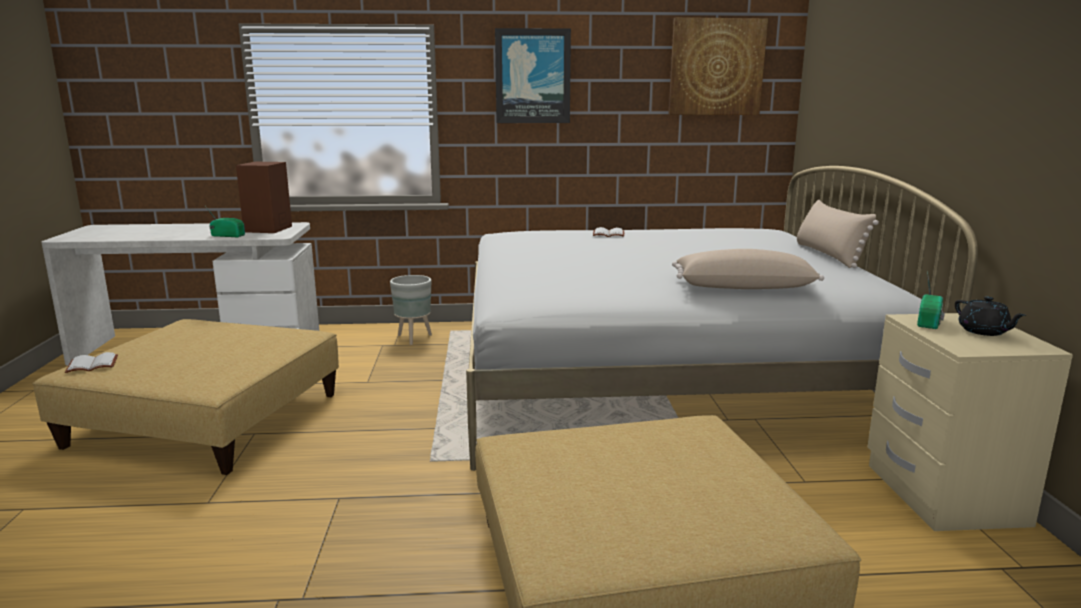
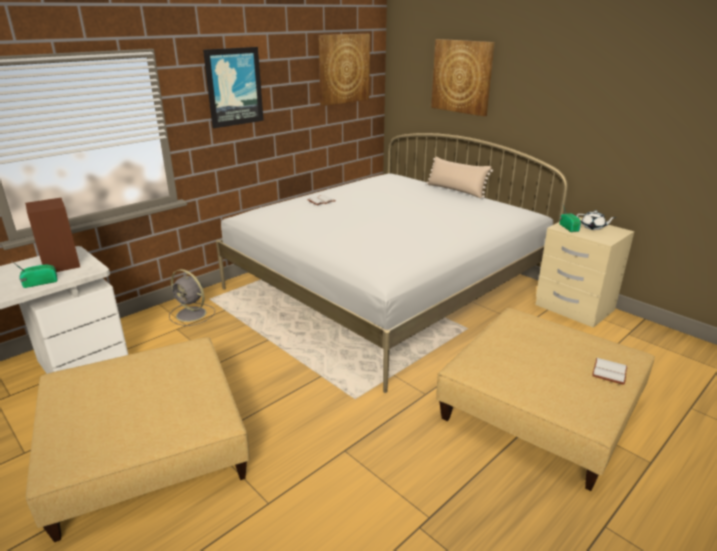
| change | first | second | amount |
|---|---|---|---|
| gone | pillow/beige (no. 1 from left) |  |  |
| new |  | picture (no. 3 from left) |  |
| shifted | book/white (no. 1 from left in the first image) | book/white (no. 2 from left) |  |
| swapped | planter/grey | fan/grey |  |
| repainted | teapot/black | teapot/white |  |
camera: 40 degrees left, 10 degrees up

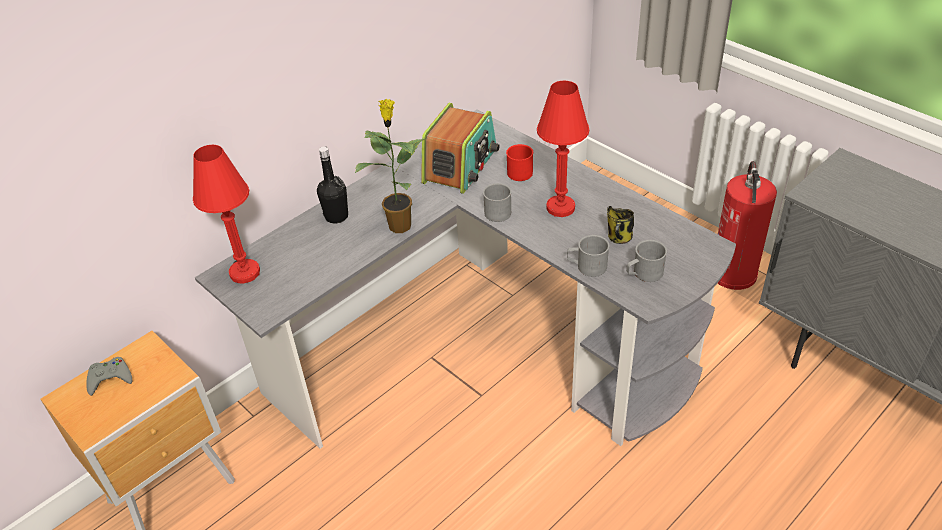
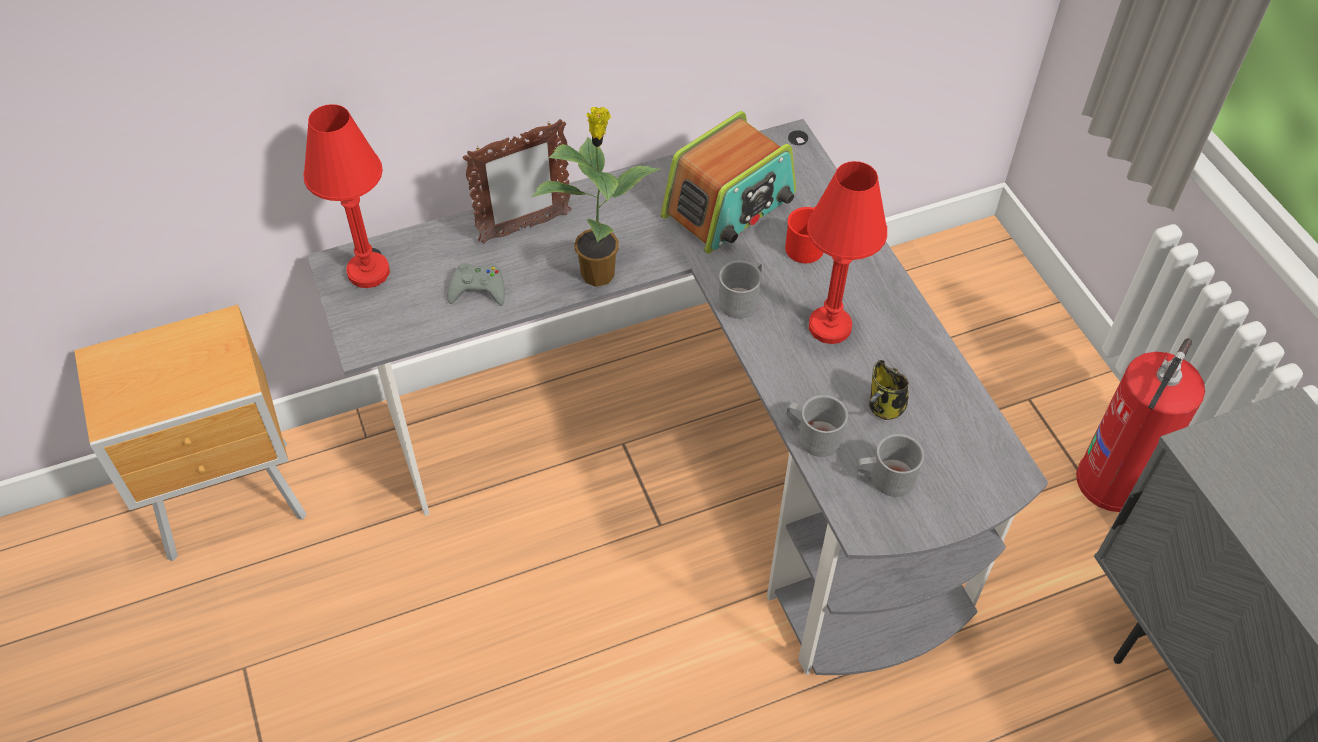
| change | first | second | amount |
|---|---|---|---|
| shifted | game controller/grey |  |  |
| swapped | bottle/black | picture frame |  |
camera: 20 degrees right, 10 degrees up

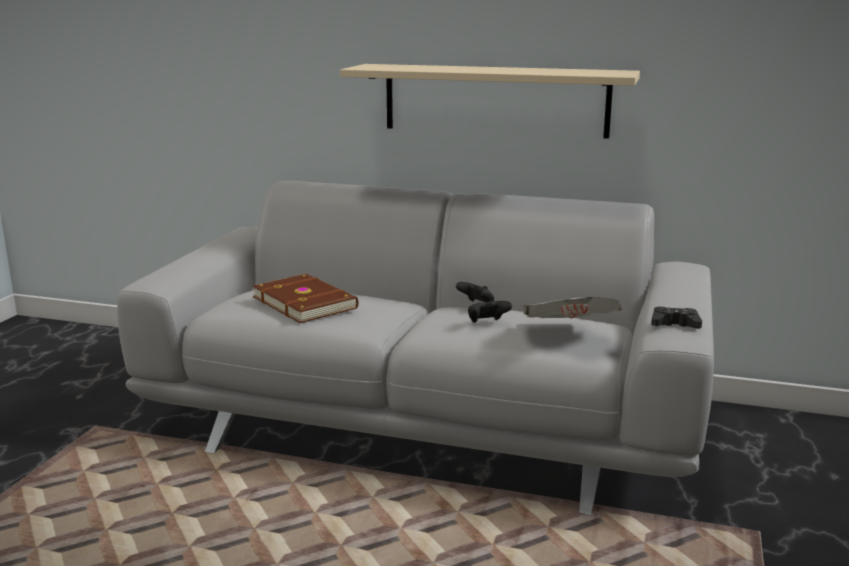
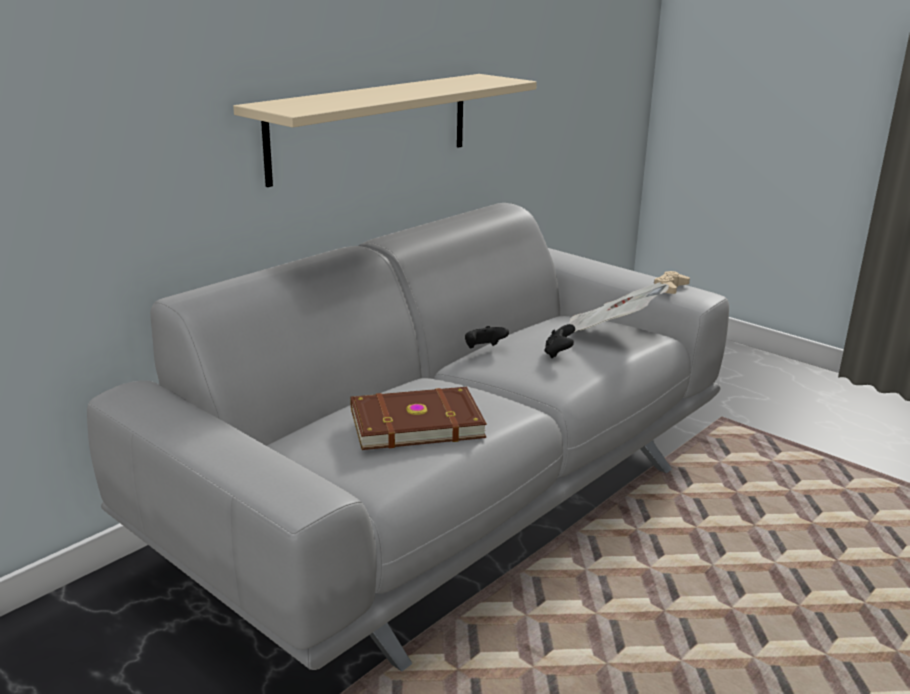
| change | first | second | amount |
|---|---|---|---|
| repainted | game controller/black (no. 3 from left) | game controller/beige |  |
camera: 65 degrees left, 5 degrees up

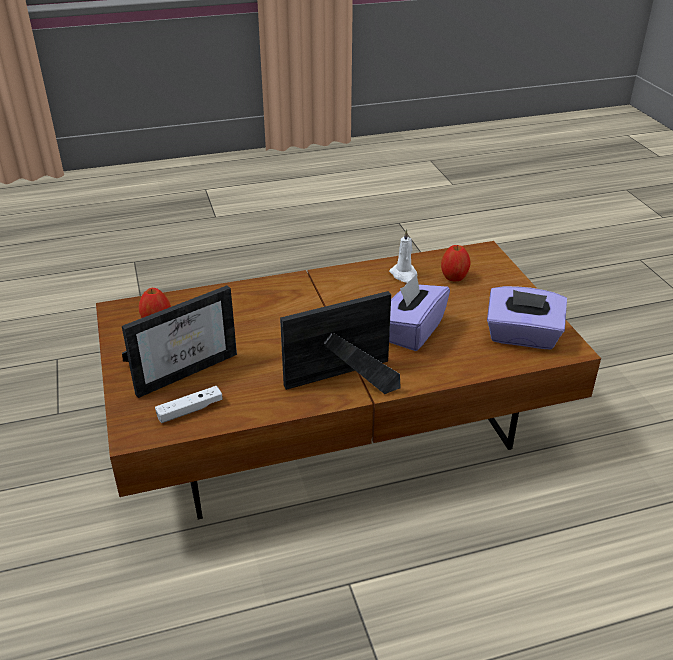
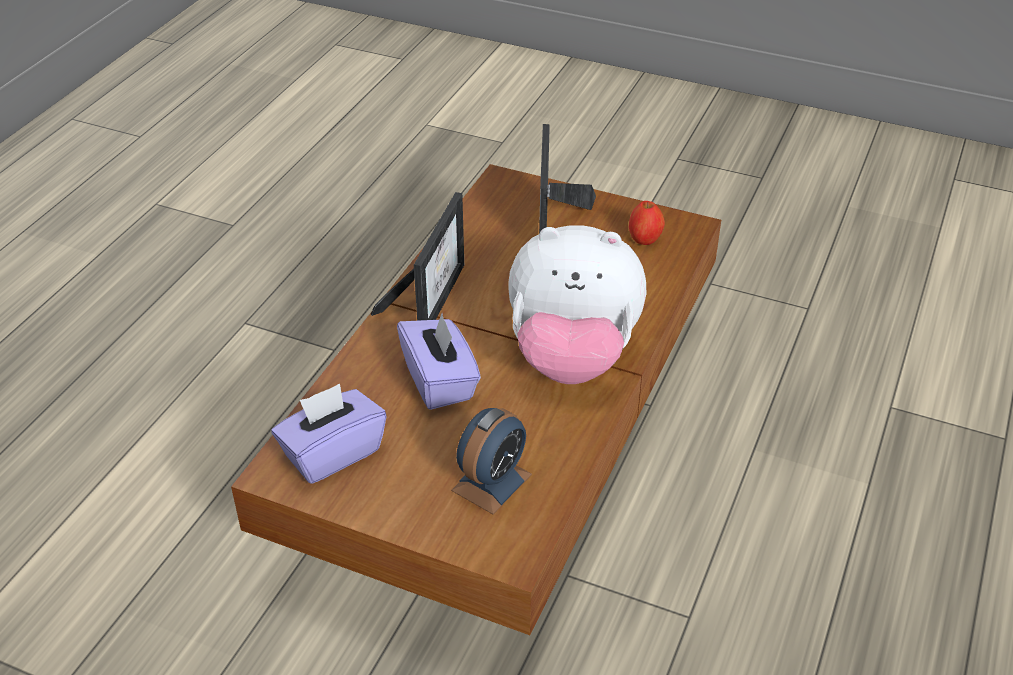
| change | first | second | amount |
|---|---|---|---|
| gone | game controller/white |  |  |
| gone | candle/white |  |  |
| new |  | plush toy |  |
| swapped | apple (no. 2 from left) | alarm clock |  |
camera: 130 degrees right, 5 degrees up

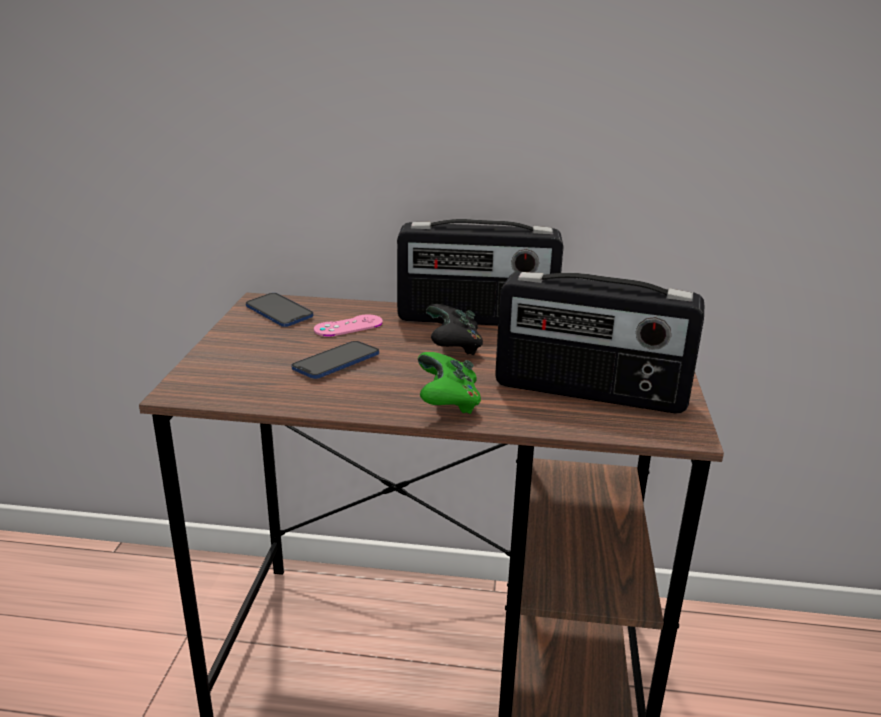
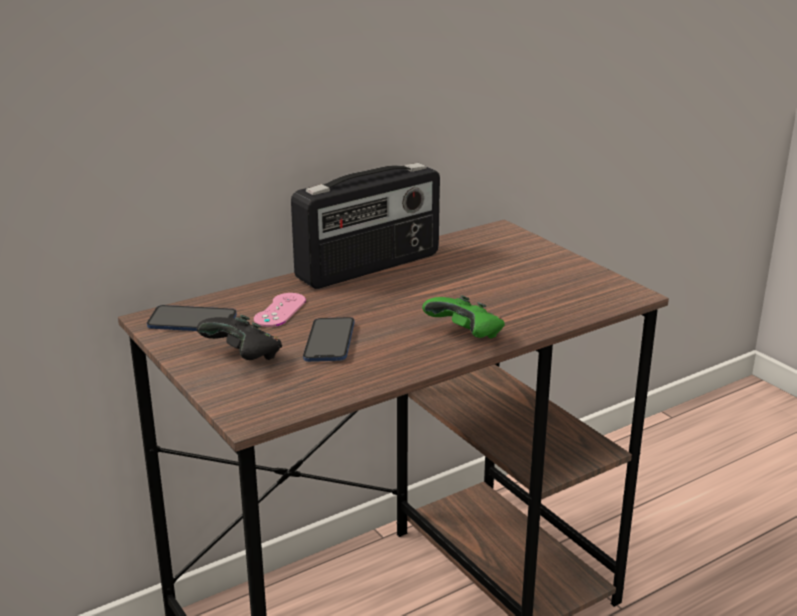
| change | first | second | amount |
|---|---|---|---|
| gone | radio (no. 2 from left) |  |  |
| shifted | game controller/black |  |  |
camera: 40 degrees left, 0 degrees up

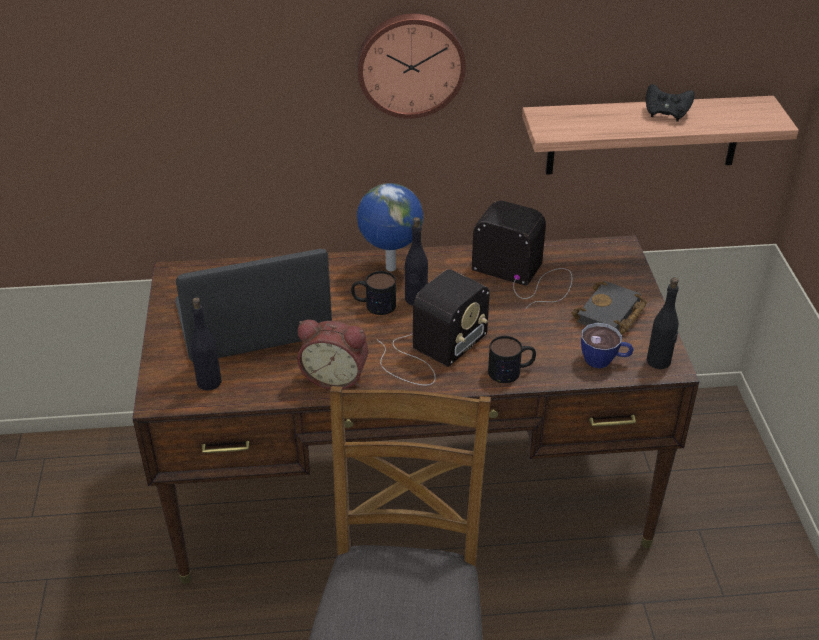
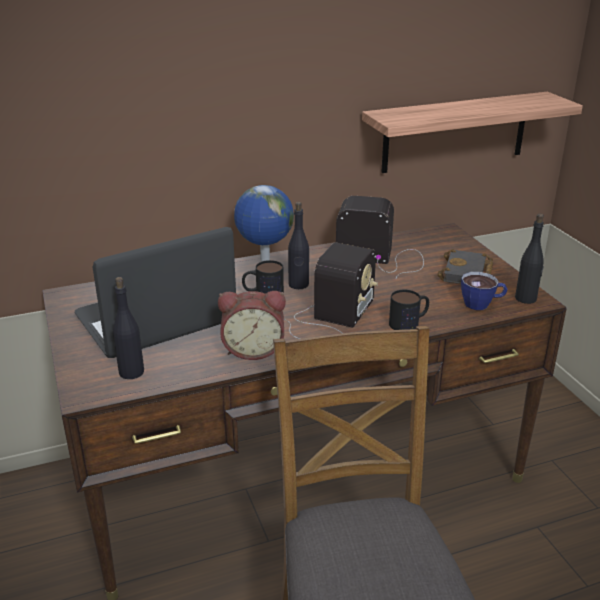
| change | first | second | amount |
|---|---|---|---|
| gone | wall clock |  |  |
| gone | game controller/black |  |  |
camera: 15 degrees left, 10 degrees down

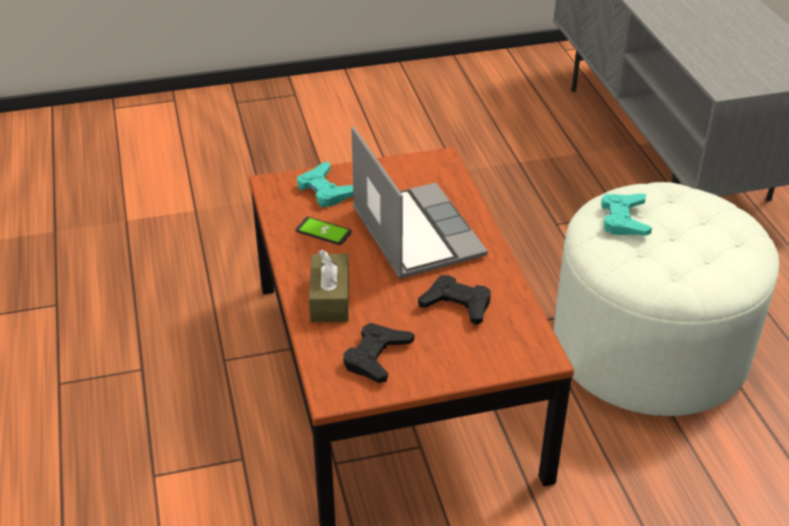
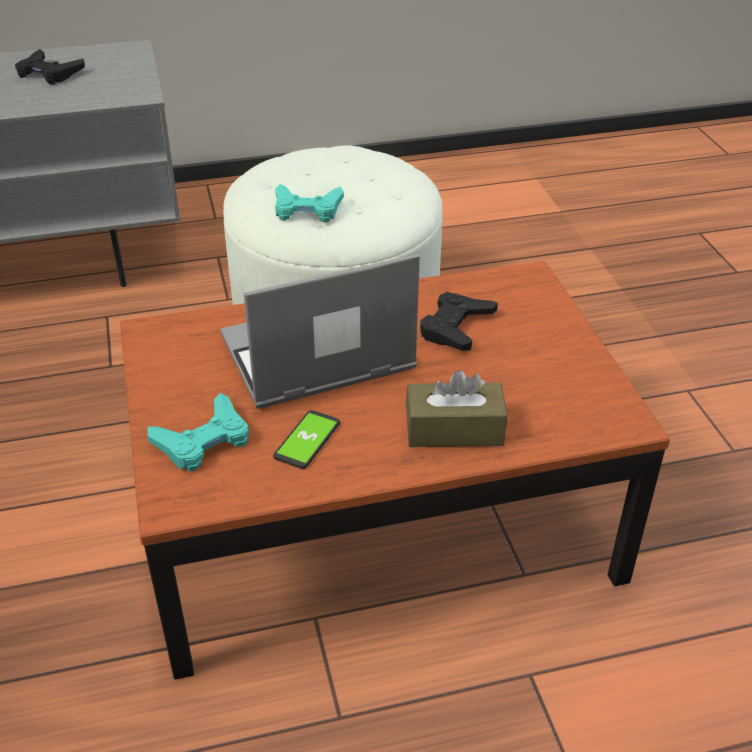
| change | first | second | amount |
|---|---|---|---|
| shifted | game controller/black (no. 1 from left) |  |  |
camera: 90 degrees left, 0 degrees up

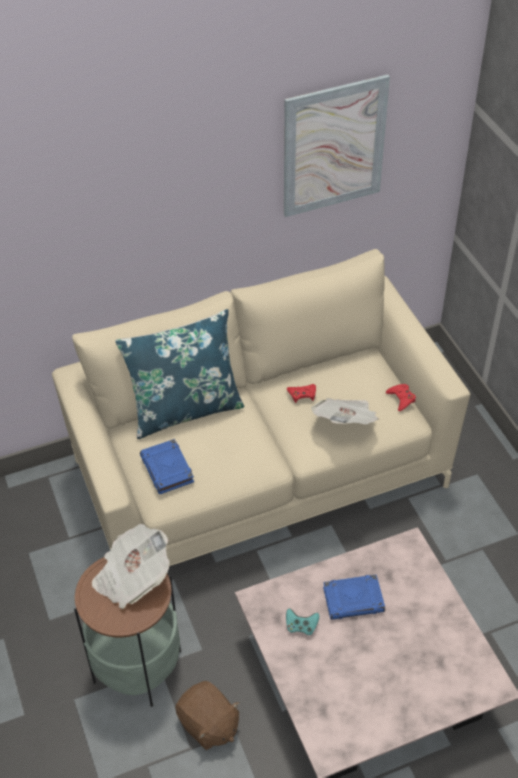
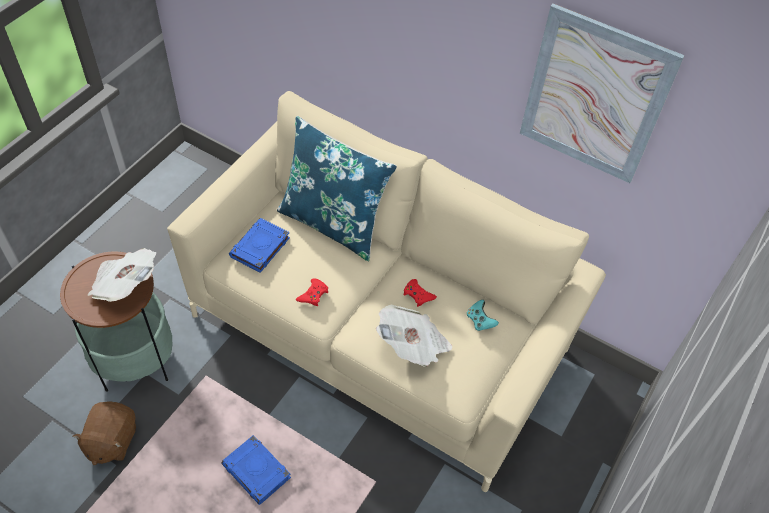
| change | first | second | amount |
|---|---|---|---|
| shifted | game controller/turquoise |  |  |
| shifted | game controller/red (no. 2 from left in the first image) | game controller/red (no. 1 from left) |  |
camera: 50 degrees right, 5 degrees up

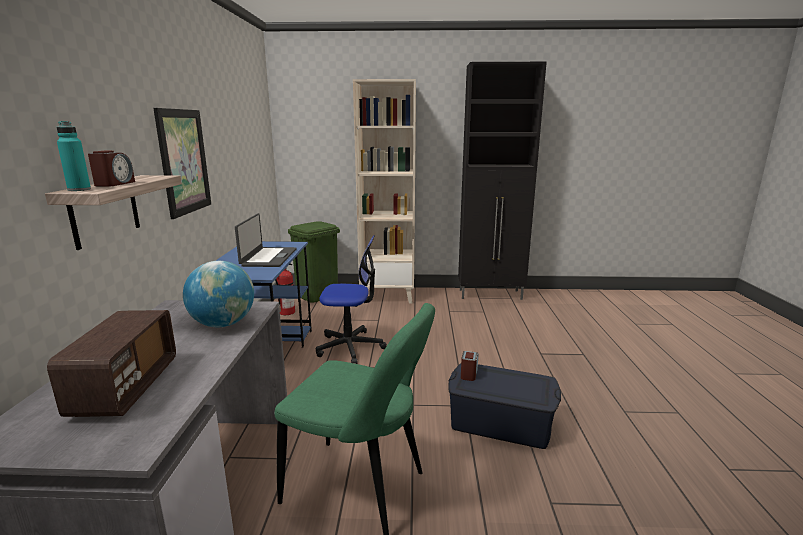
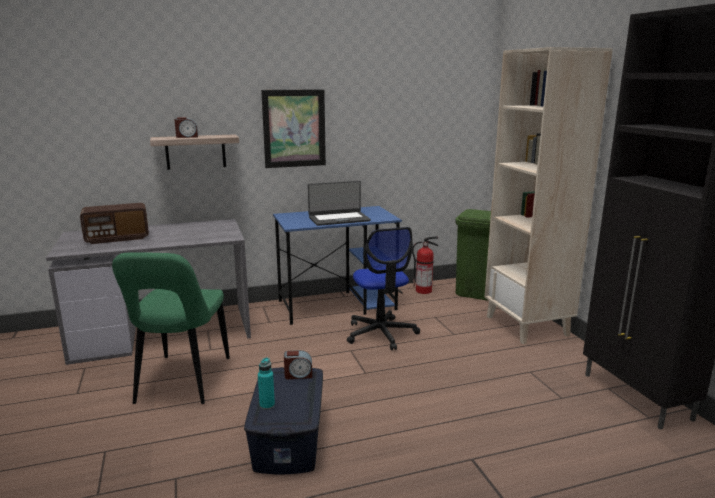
| change | first | second | amount |
|---|---|---|---|
| gone | globe |  |  |
| shifted | bottle/turquoise |  |  |
camera: 70 degrees right, 0 degrees up

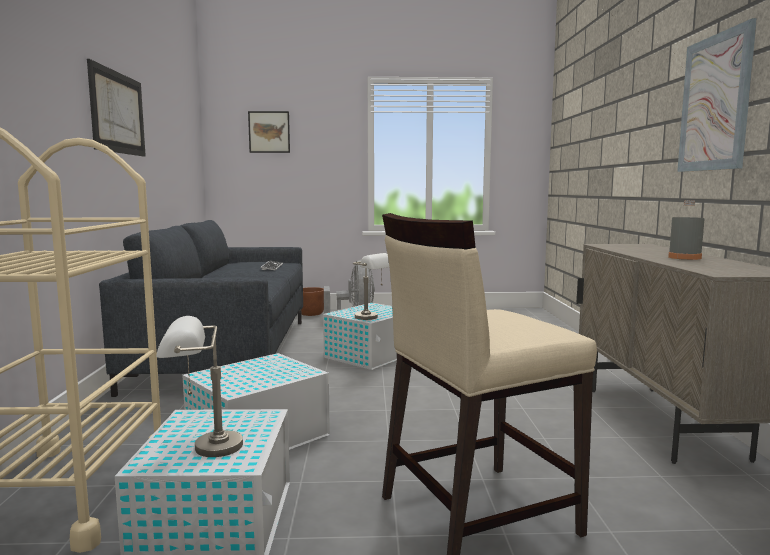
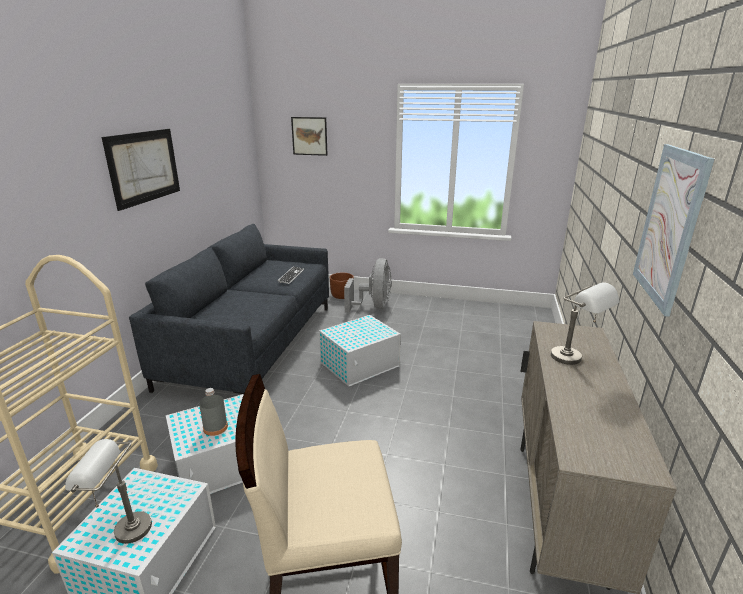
| change | first | second | amount |
|---|---|---|---|
| shifted | table lamp/grey (no. 2 from left) |  |  |
| shifted | bottle/grey |  |  |
camera: 15 degrees right, 15 degrees up

